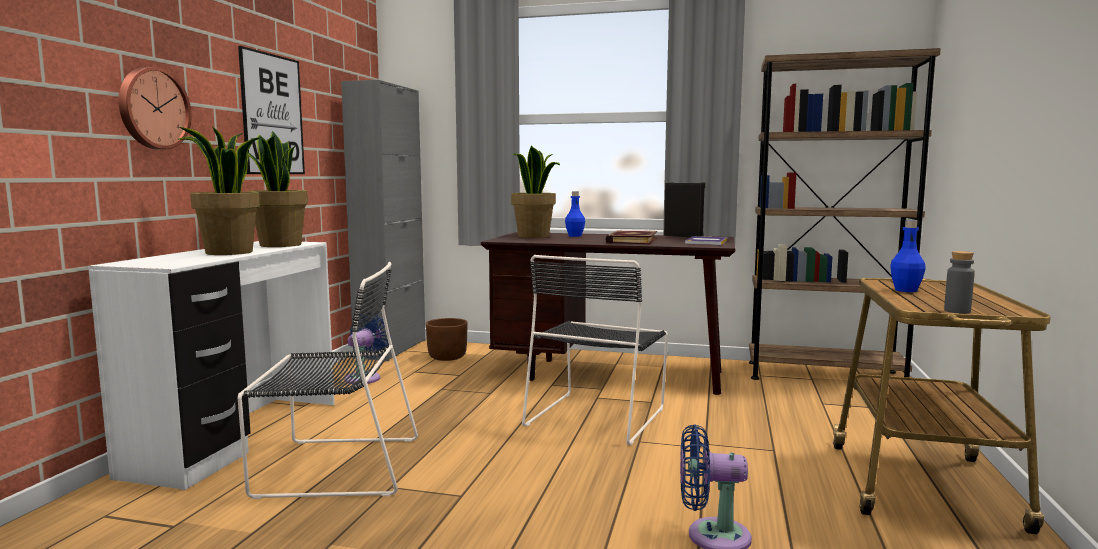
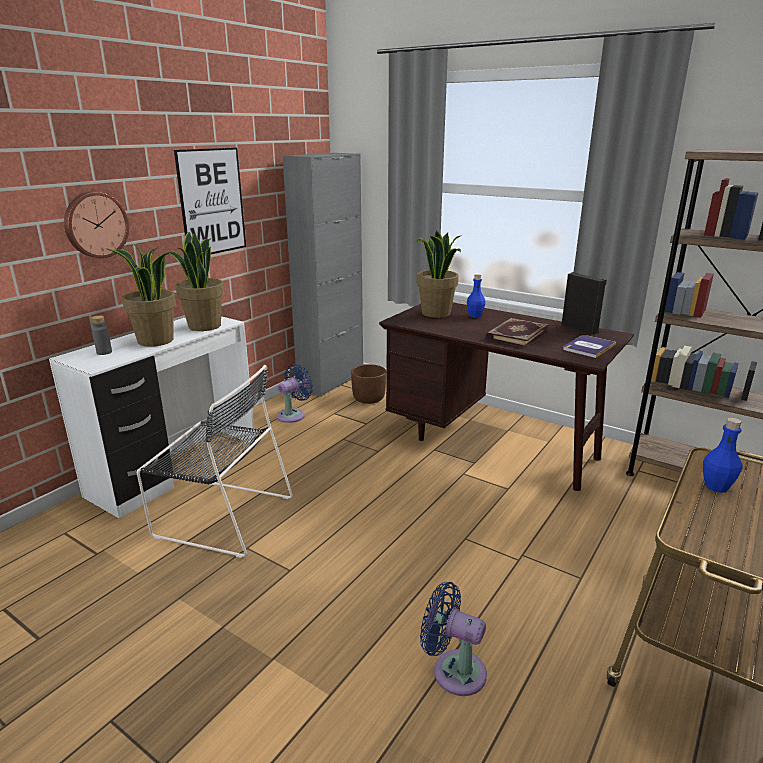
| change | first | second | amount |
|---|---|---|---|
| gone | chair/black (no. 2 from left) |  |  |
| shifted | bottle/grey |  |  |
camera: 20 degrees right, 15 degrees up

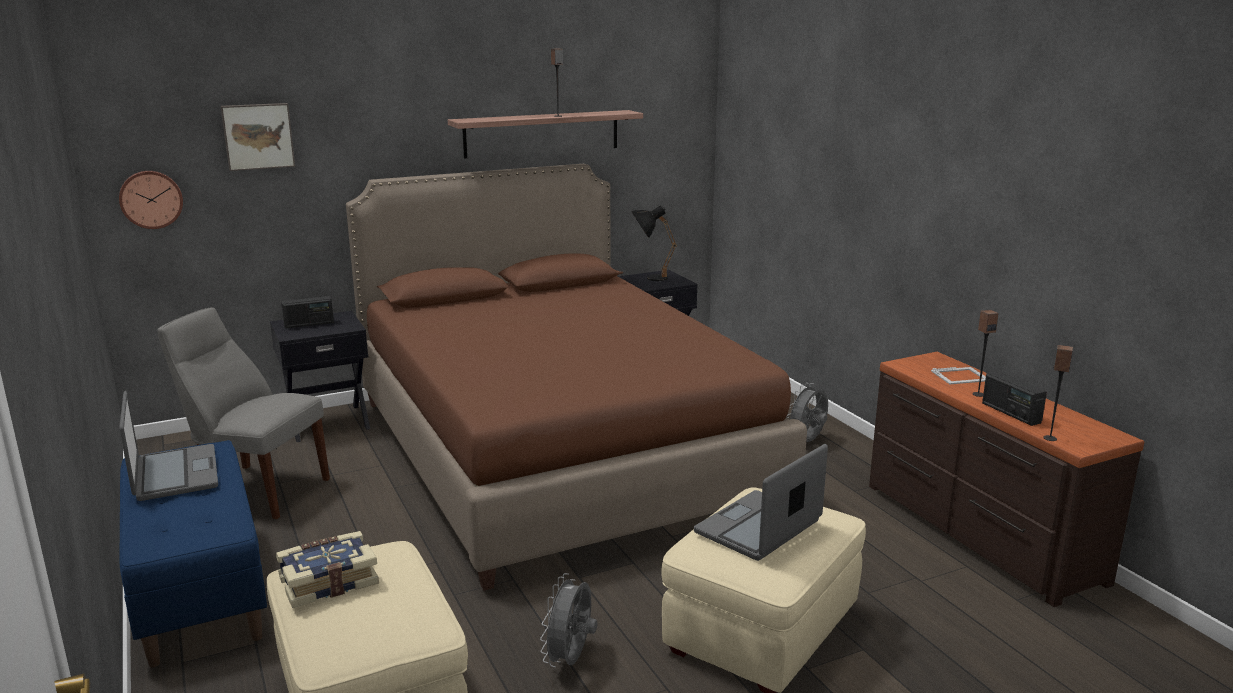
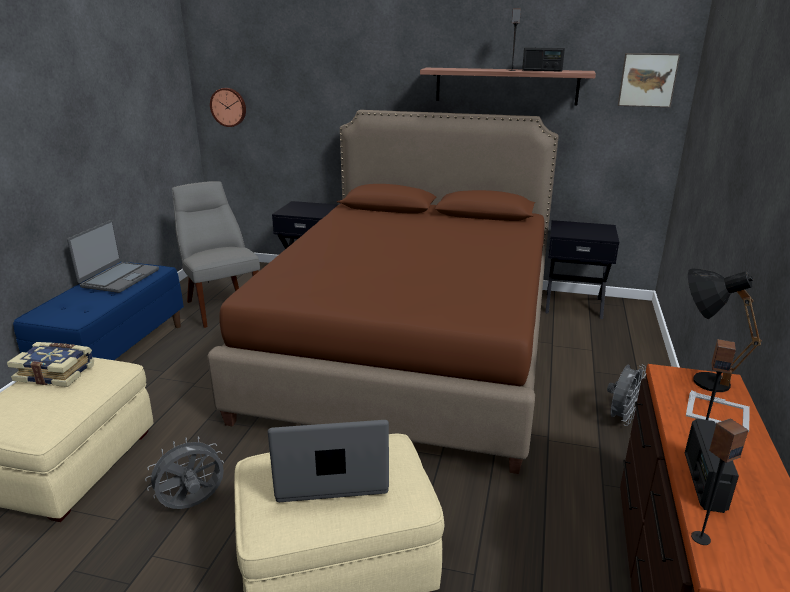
| change | first | second | amount |
|---|---|---|---|
| shifted | picture |  |  |
| shifted | radio (no. 1 from left) |  |  |
| shifted | table lamp/black |  |  |
| rotated | fan/grey (no. 2 from left) |  | 135 degrees clockwise |
camera: 40 degrees right, 5 degrees up

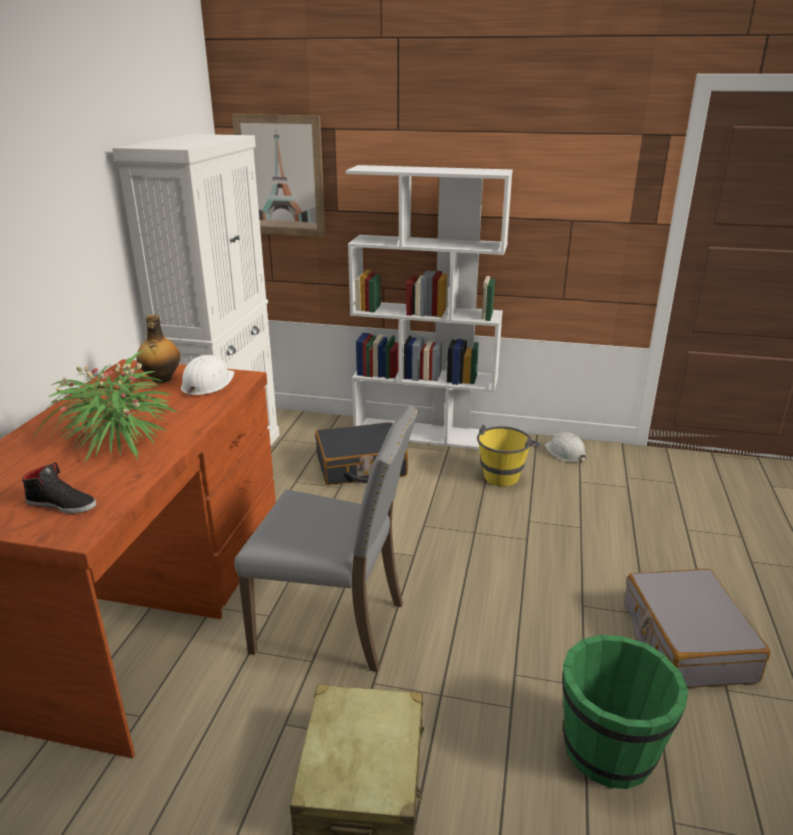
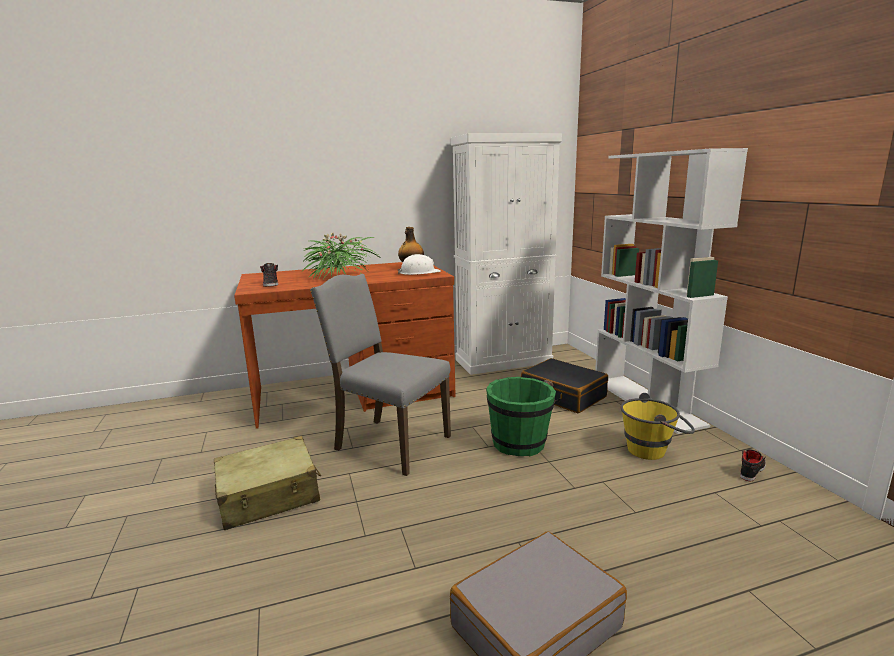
| change | first | second | amount |
|---|---|---|---|
| gone | picture |  |  |
| shifted | bucket/green |  |  |
| swapped | hard hat/white (no. 2 from left) | shoe/black (no. 2 from left) |  |
| rotated | chair/grey |  | 135 degrees clockwise |
camera: 60 degrees right, 10 degrees down

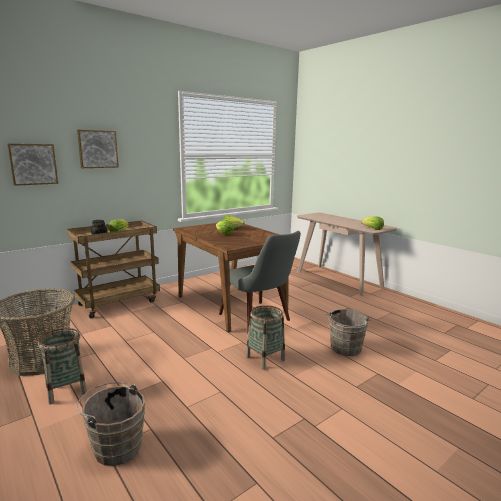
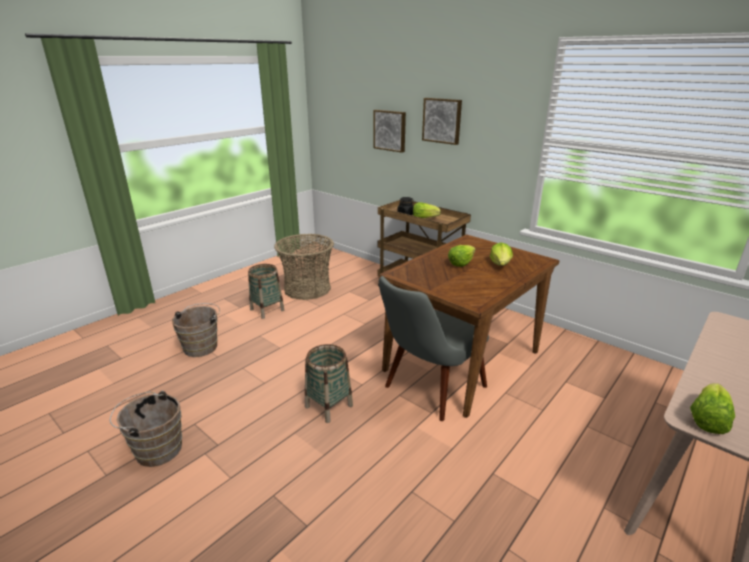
| change | first | second | amount |
|---|---|---|---|
| shifted | bucket/brown (no. 2 from left in the first image) | bucket/brown (no. 1 from left) |  |
camera: 80 degrees right, 10 degrees up

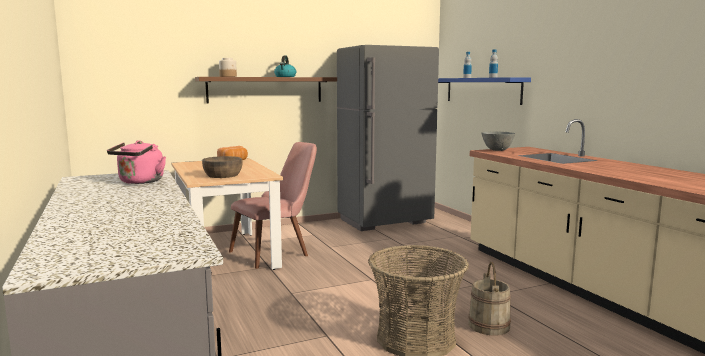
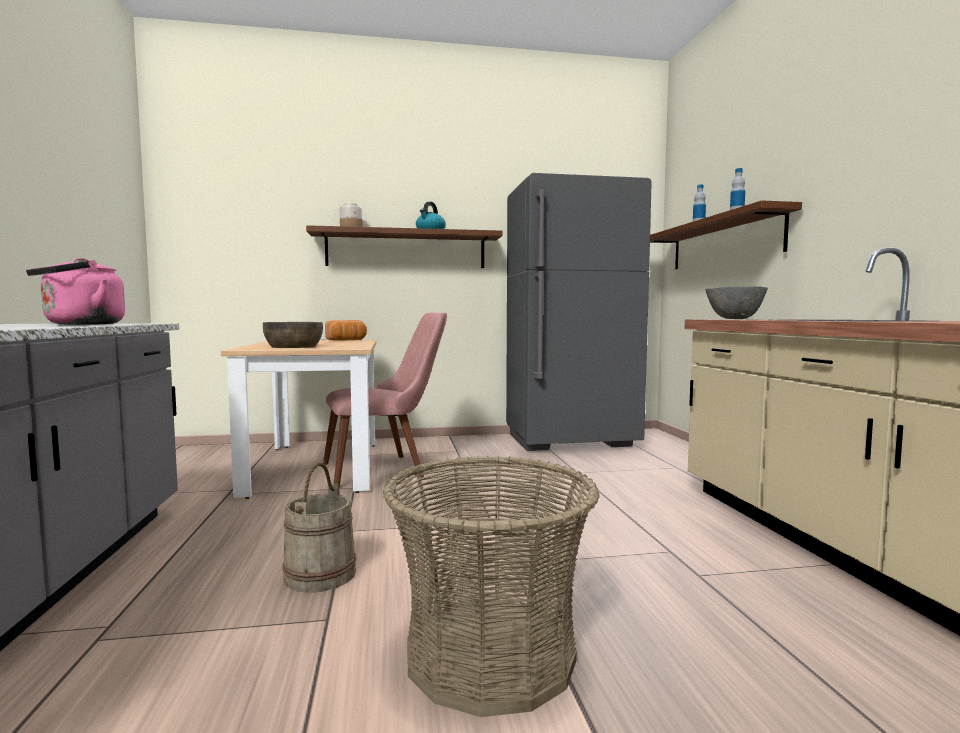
| change | first | second | amount |
|---|---|---|---|
| shifted | bucket/beige |  |  |
| repainted | shelf/blue | shelf/brown (no. 2 from left) |  |
camera: 15 degrees right, 5 degrees down

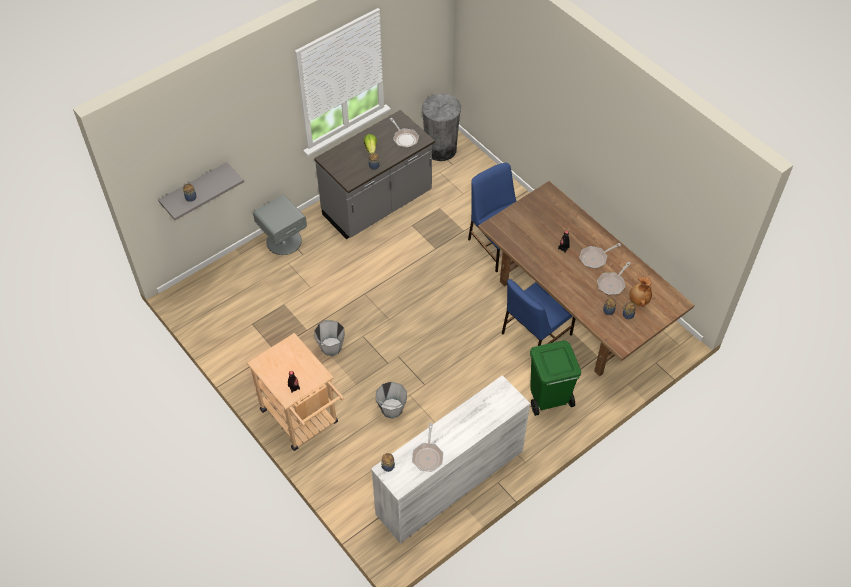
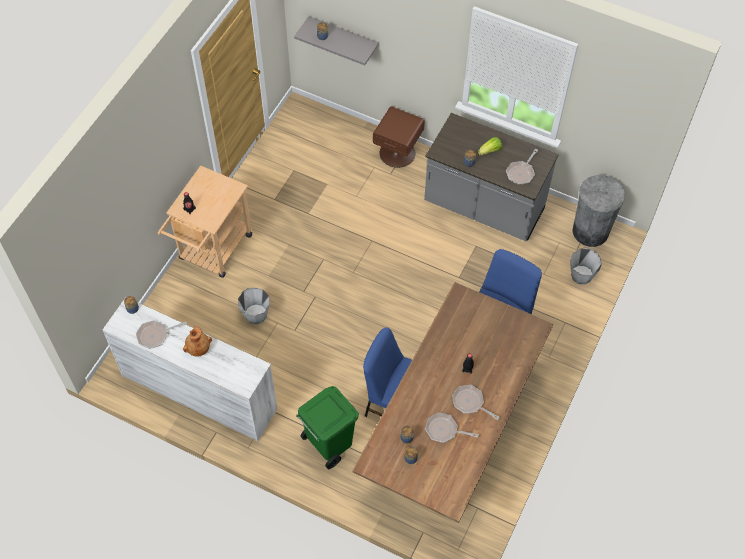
| change | first | second | amount |
|---|---|---|---|
| shifted | bucket/grey (no. 1 from left in the first image) | bucket/grey (no. 2 from left) |  |
| shifted | vase/brown |  |  |
| repainted | nightstand/grey | nightstand/brown |  |
camera: 65 degrees right, 5 degrees up

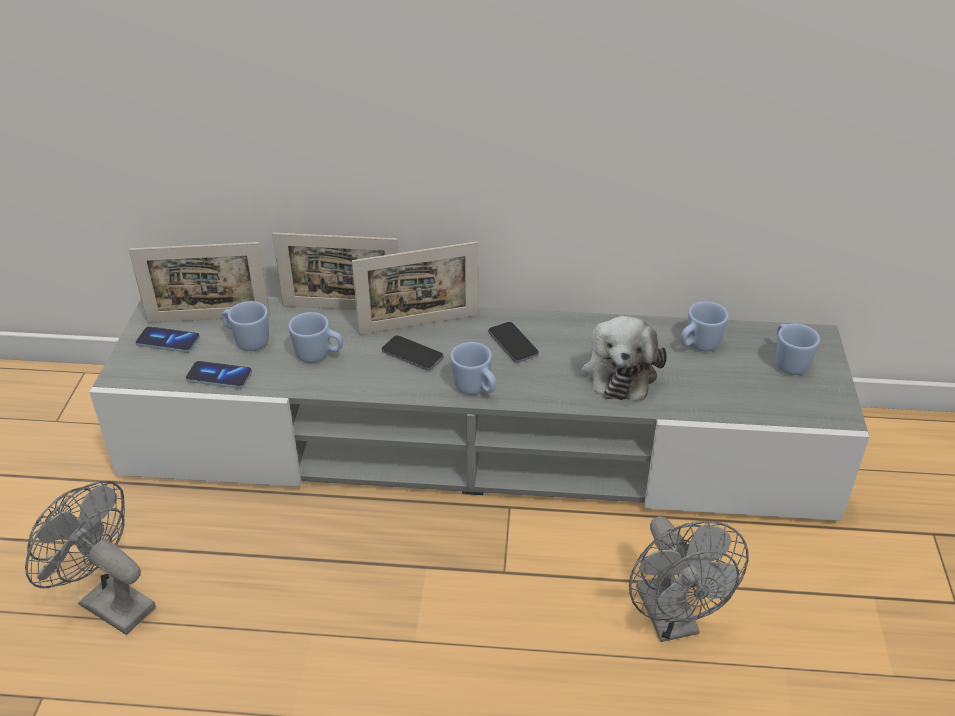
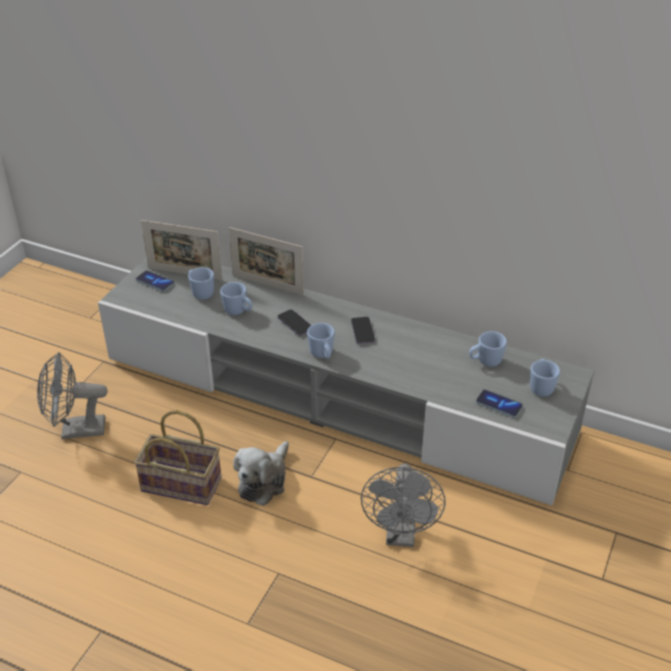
| change | first | second | amount |
|---|---|---|---|
| gone | picture frame (no. 3 from left) |  |  |
| new |  | basket |  |
| shifted | phone (no. 2 from left in the first image) | phone (no. 4 from left) |  |
| shifted | plush toy |  |  |
| rotated | fan/grey (no. 1 from left) |  | 60 degrees counterclockwise |
camera: 20 degrees right, 0 degrees up

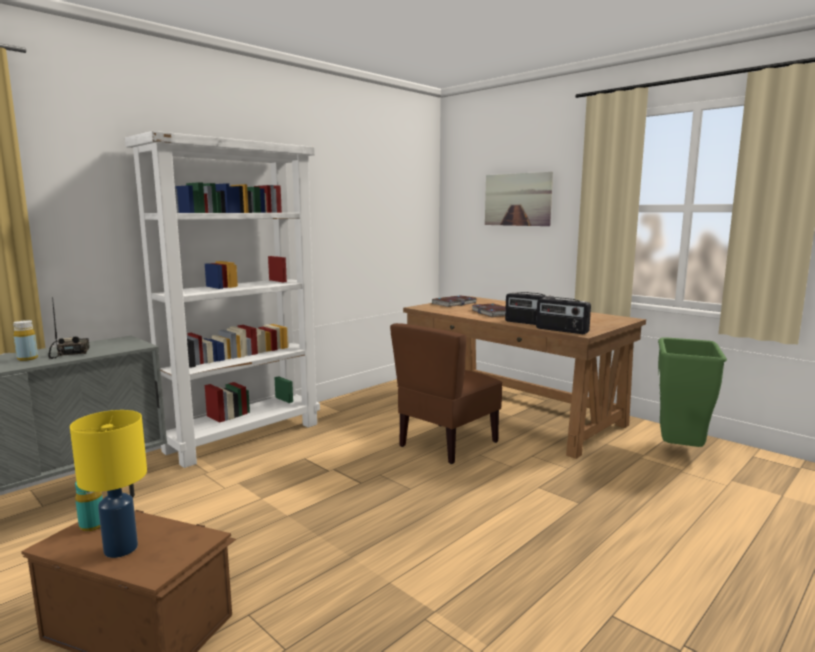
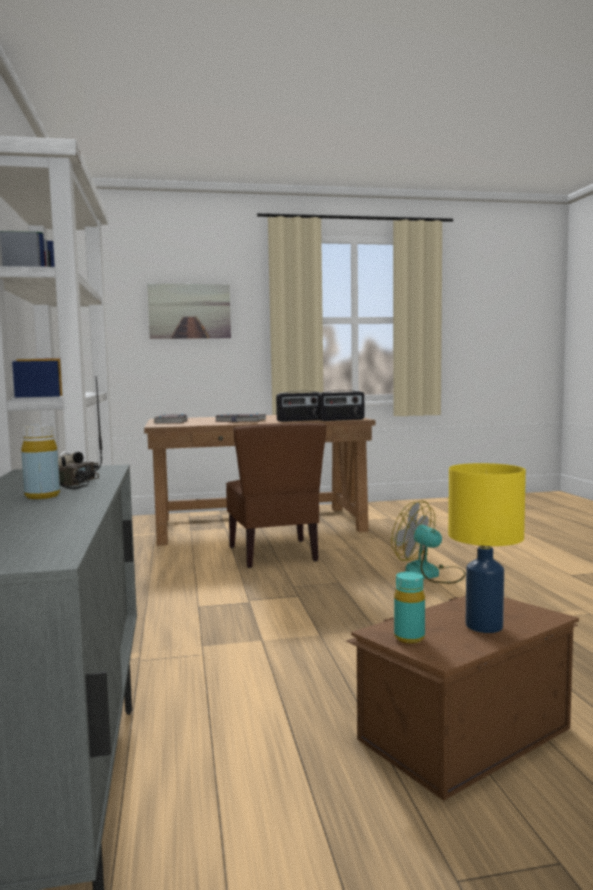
| change | first | second | amount |
|---|---|---|---|
| gone | trash can/green |  |  |
| new |  | fan |  |
camera: 55 degrees left, 5 degrees down

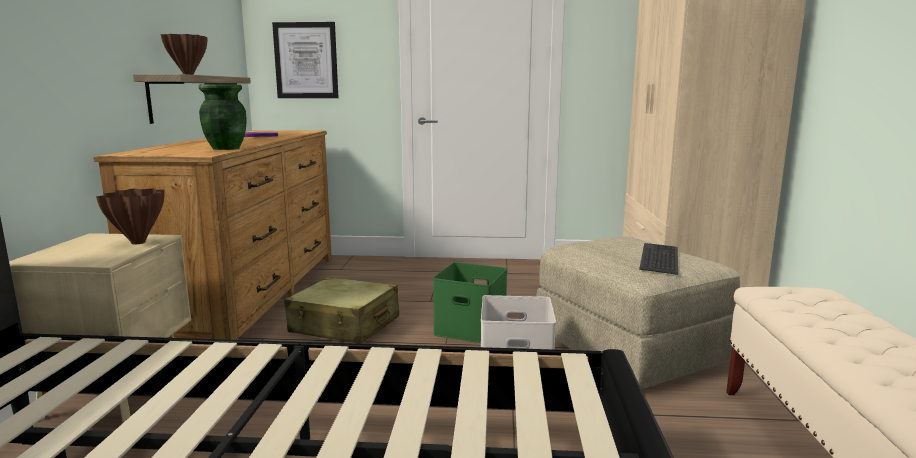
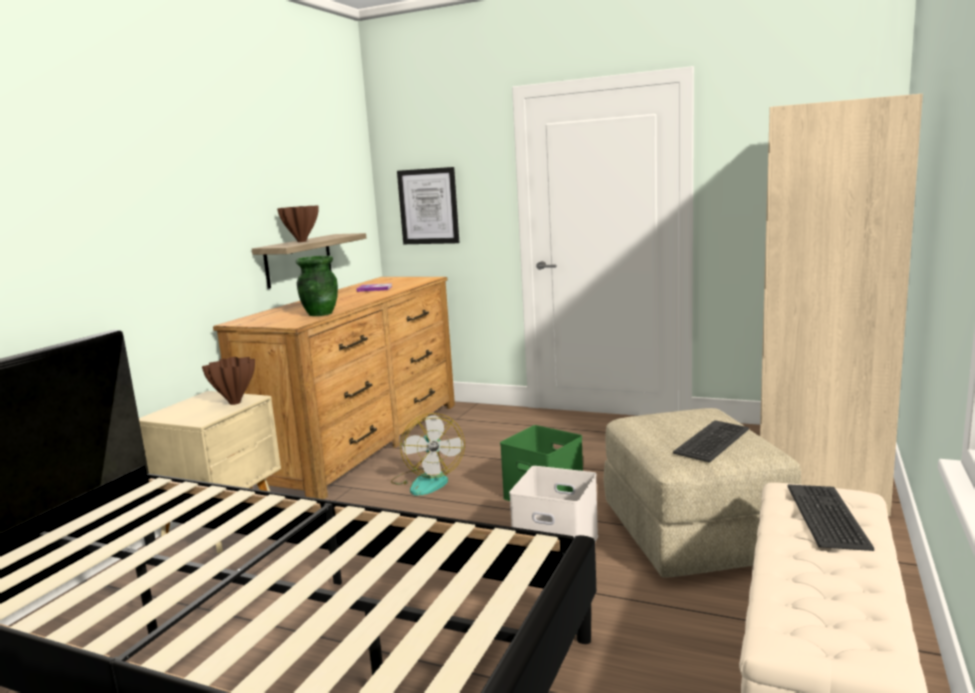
| change | first | second | amount |
|---|---|---|---|
| new |  | keyboard (no. 2 from left) |  |
| swapped | suitcase/beige | fan |  |
camera: 20 degrees right, 0 degrees up

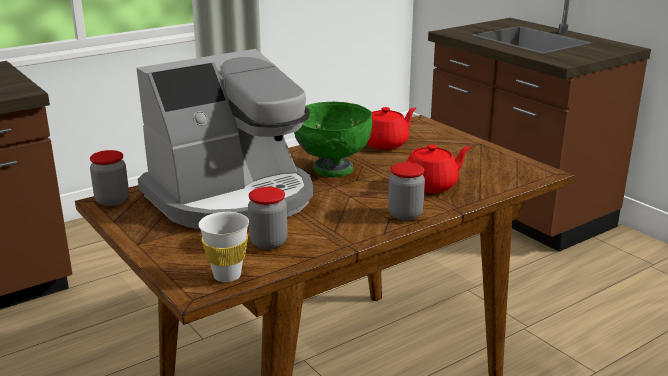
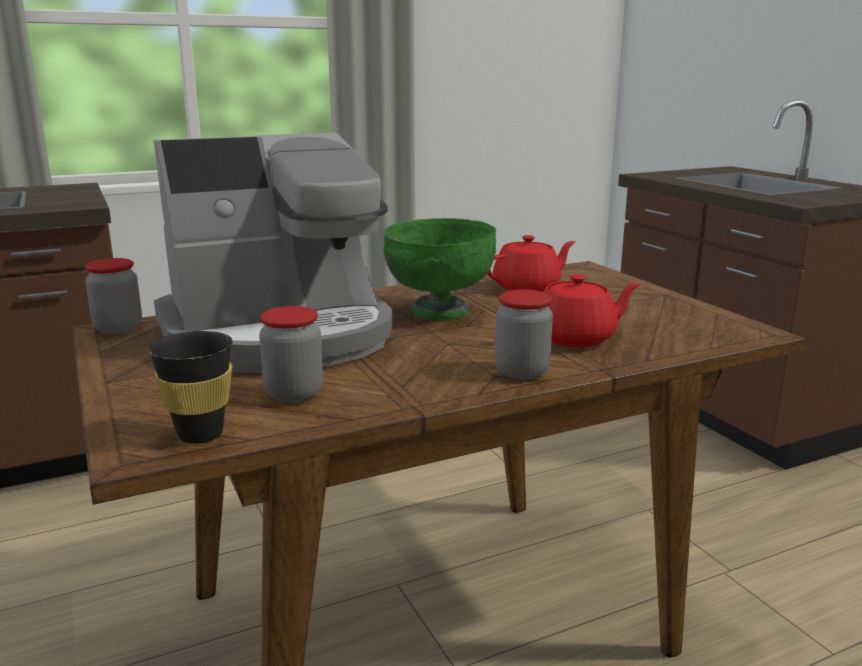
| change | first | second | amount |
|---|---|---|---|
| repainted | cup/white | cup/black |  |
camera: 10 degrees right, 5 degrees down

